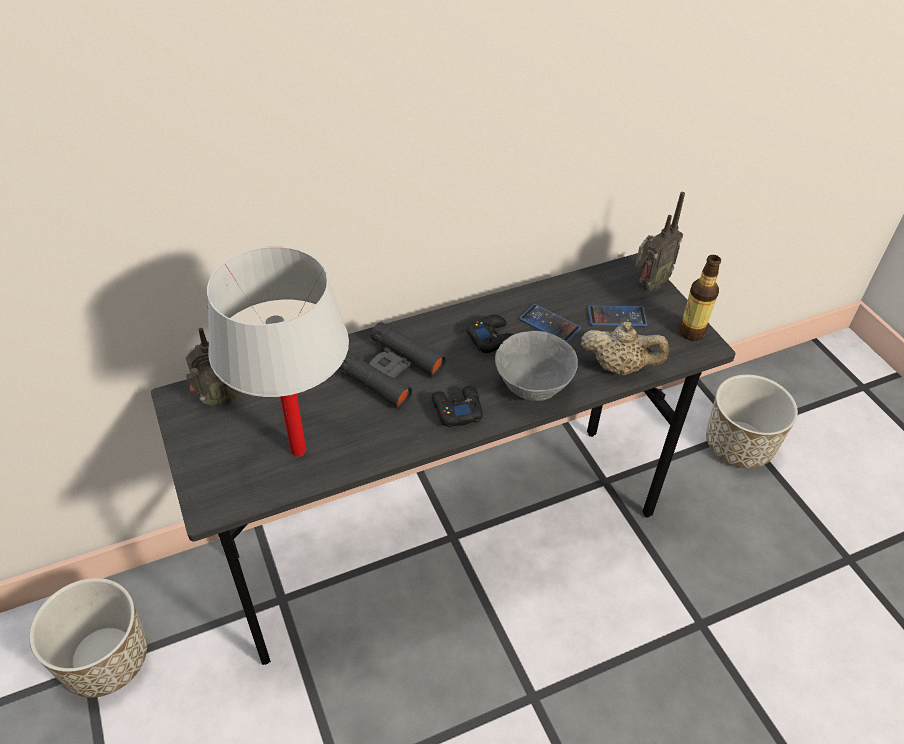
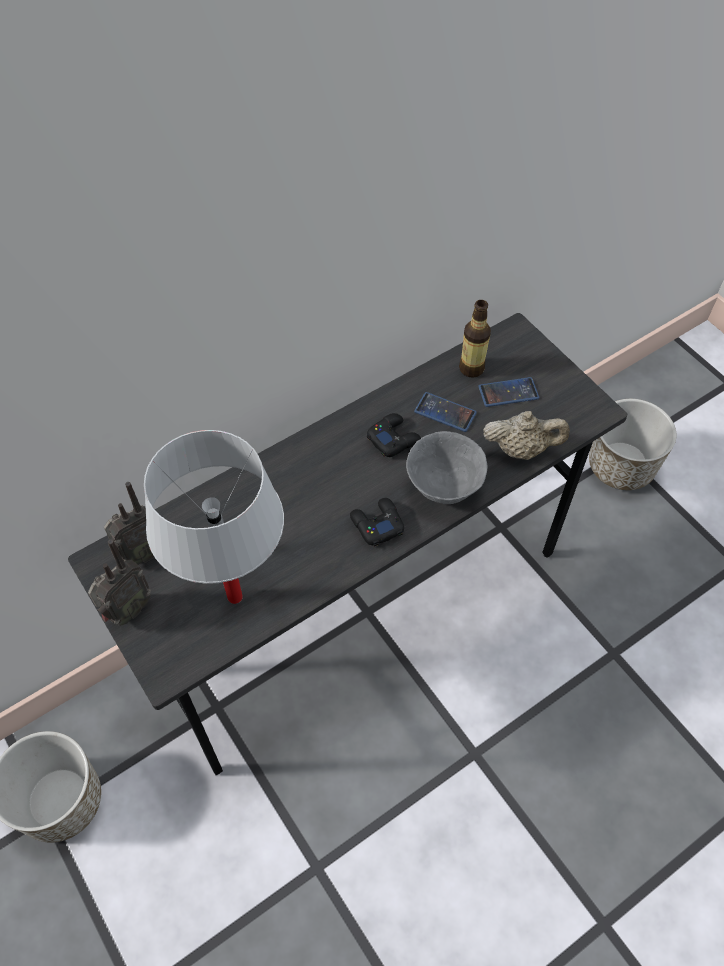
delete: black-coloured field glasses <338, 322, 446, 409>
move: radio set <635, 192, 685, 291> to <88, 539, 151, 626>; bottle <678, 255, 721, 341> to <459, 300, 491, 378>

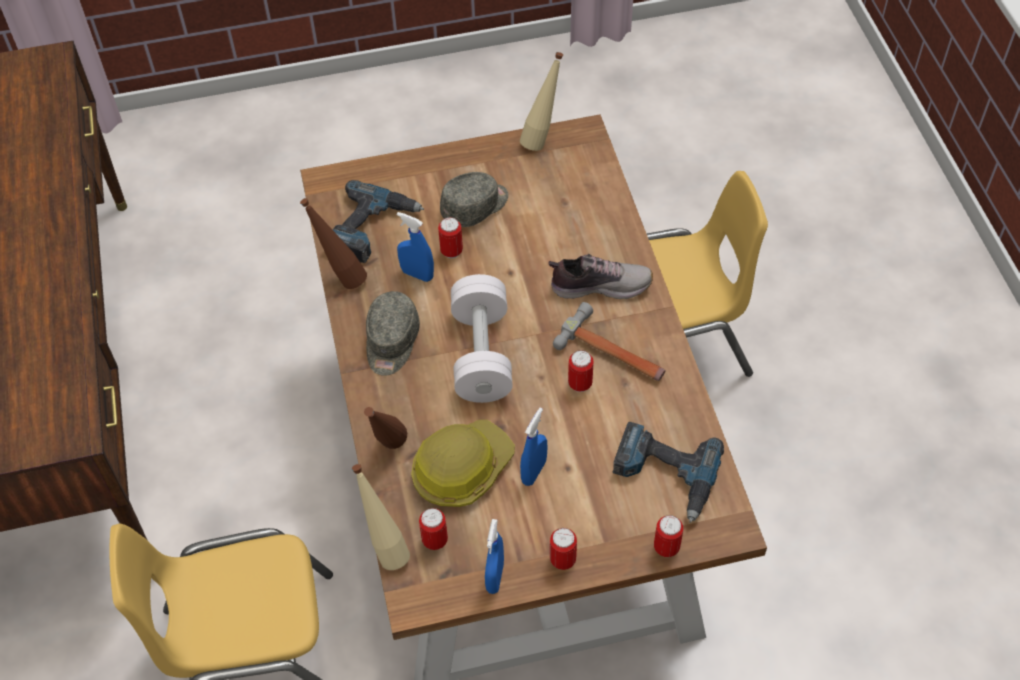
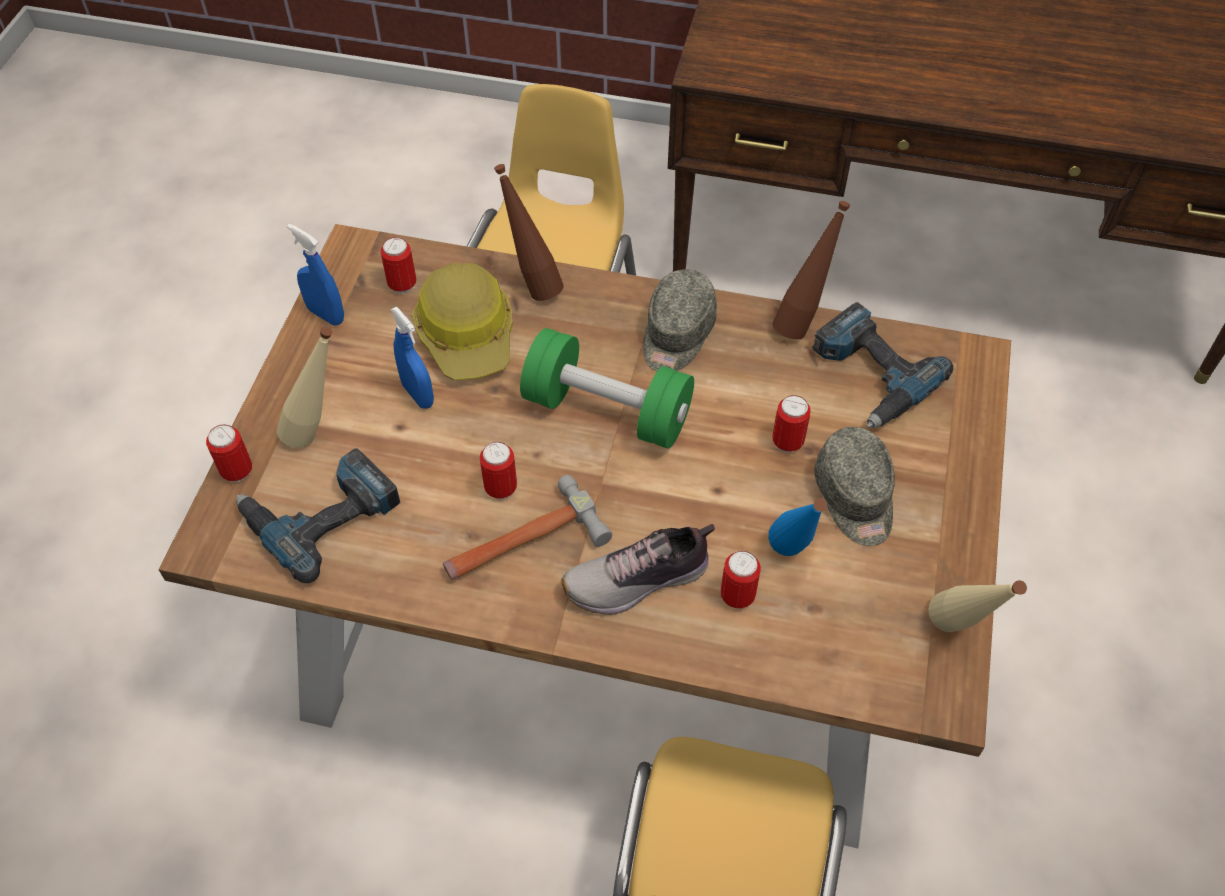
delete: bluish sprayer <397, 212, 434, 282>
insert: bluish bottle <768, 498, 827, 556>
move: beige-coloured bottle <352, 464, 410, 570> to <277, 326, 333, 448>; metal can <550, 528, 577, 570> to <721, 551, 761, 609>
recolor: whitish hand weight <451, 274, 513, 403> to green hand weight <520, 328, 694, 449>
rotate: shoe <548, 254, 653, 299> = <562, 524, 715, 615> 45 degrees clockwise; grey peaked cap <366, 291, 420, 376> = <643, 269, 717, 371> 105 degrees counterclockwise

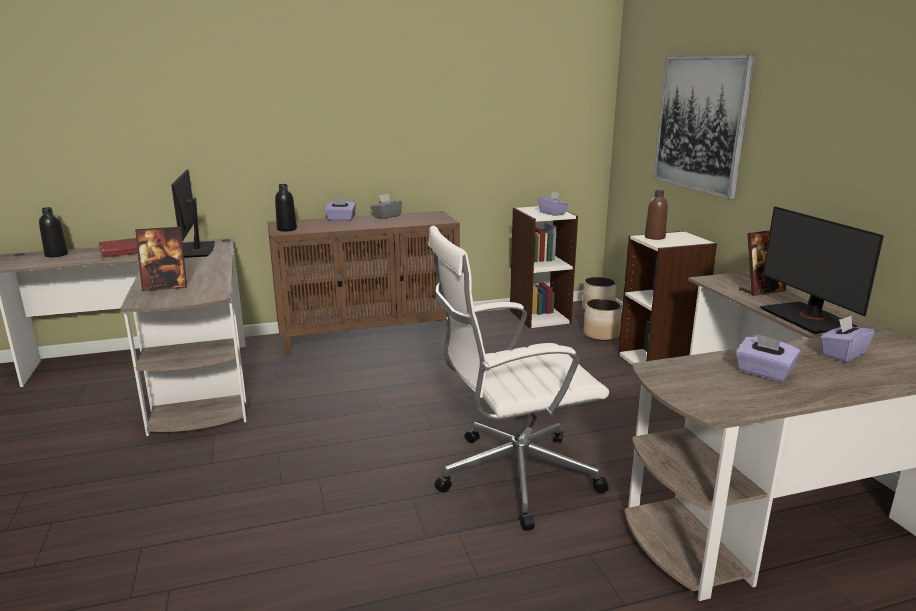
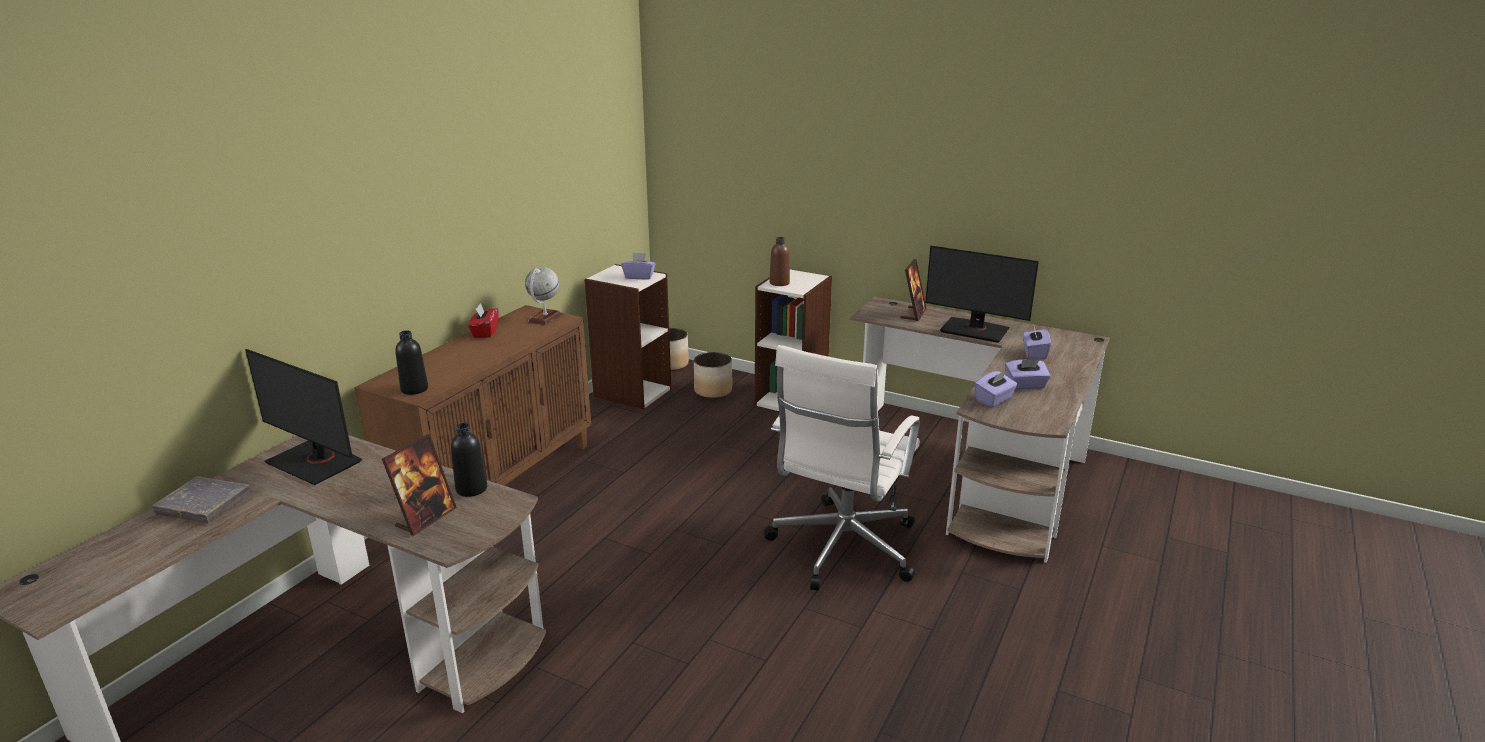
delete: wall picture <654, 55, 755, 199>
insert: world globe <525, 267, 562, 325>
move: black-coloured bottle <39, 207, 68, 257> to <451, 423, 487, 497>; purple-coloured tissue box <325, 198, 356, 221> to <974, 371, 1018, 407>
recolor: red volume <99, 238, 138, 258> to grey volume <152, 476, 251, 524>; grey tissue box <371, 194, 402, 219> to red tissue box <468, 303, 498, 338>

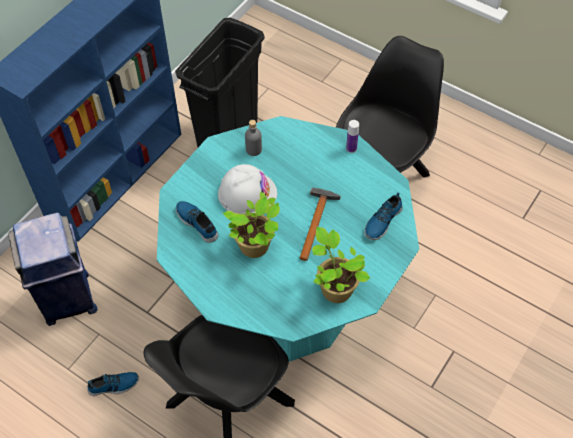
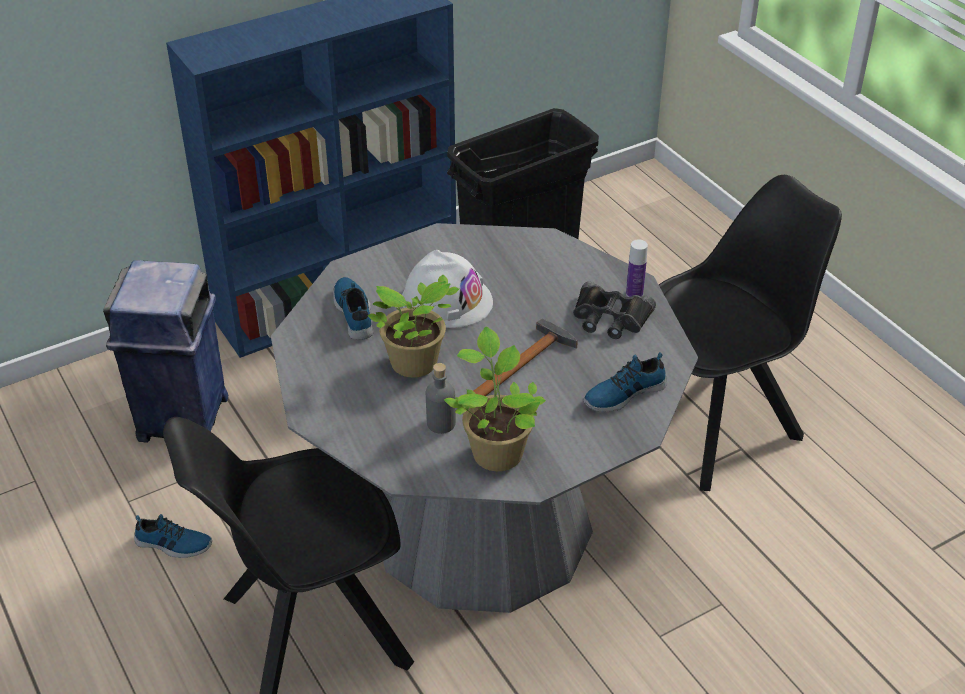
insert: black-coloured field glasses <573, 282, 656, 339>
move: grey bottle <245, 120, 262, 156> to <426, 363, 456, 434>
recolor: turquoise-coloured kitchen table <157, 116, 419, 361> to grey kitchen table <271, 223, 698, 613>

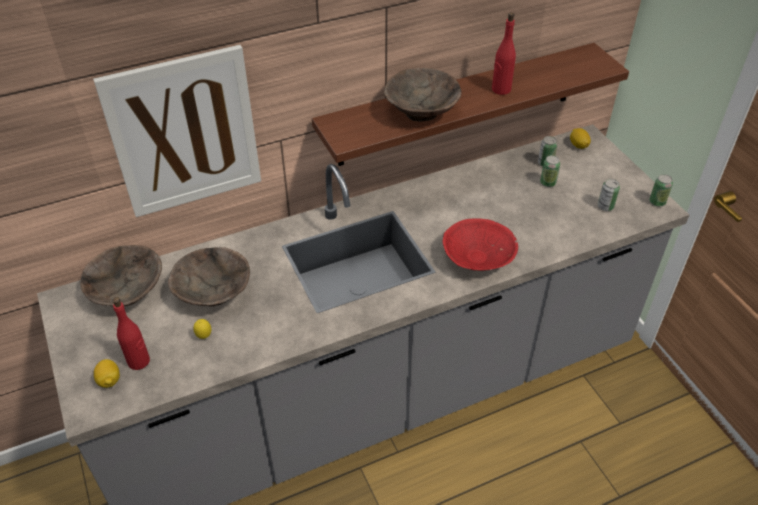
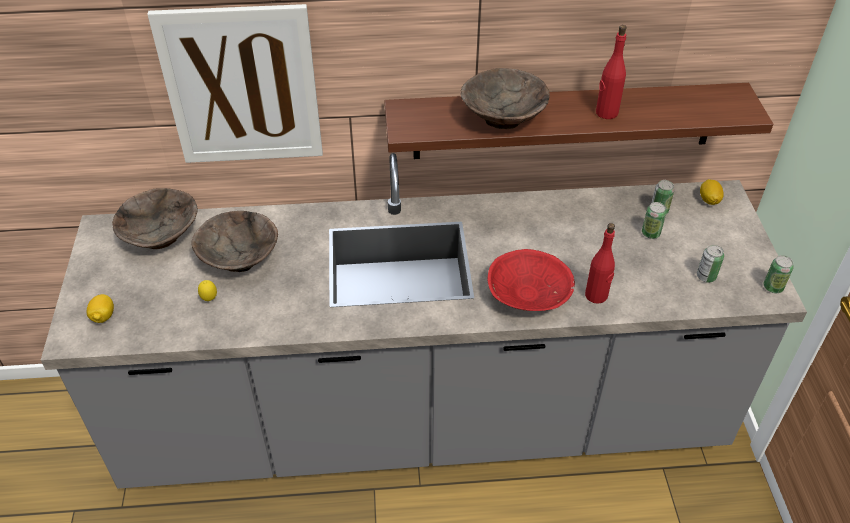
move: red bottle <112, 297, 150, 370> to <585, 223, 615, 304>

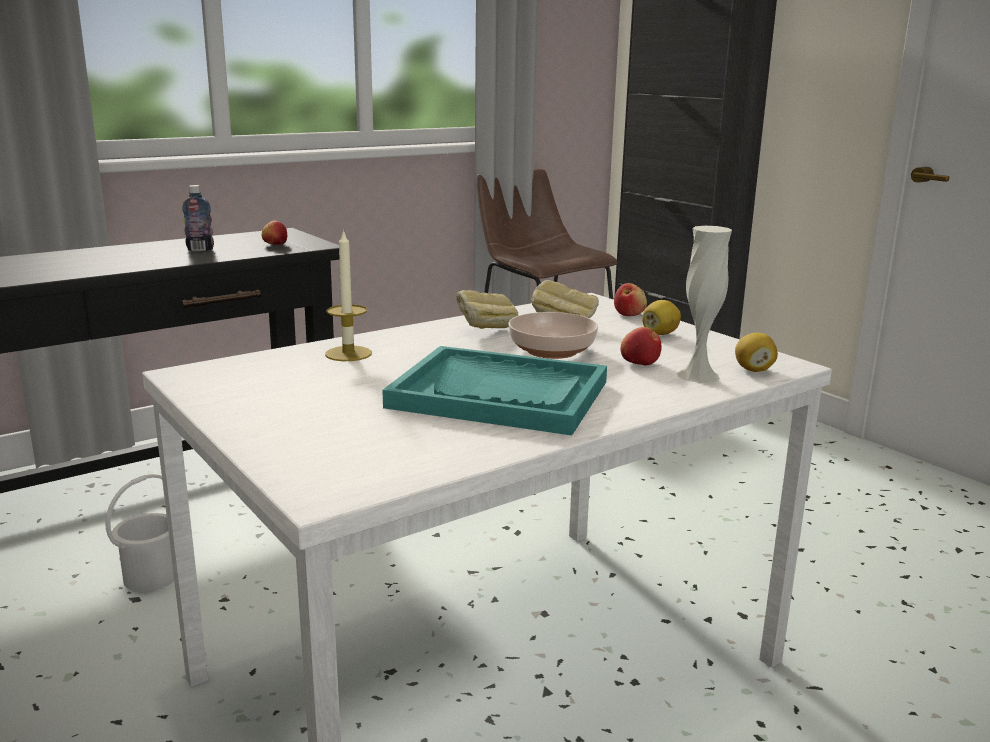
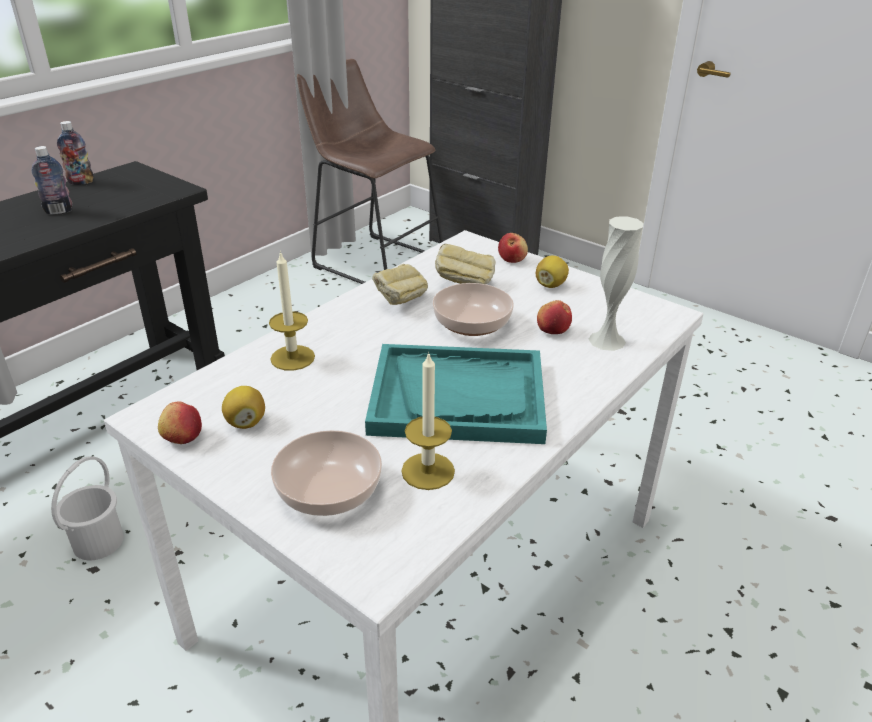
insert: bottle <57, 121, 94, 185>; bowl <271, 430, 382, 516>; wax candle <401, 351, 455, 490>
move: whole apple <262, 221, 287, 245> to <158, 402, 202, 444>; citrus fruit <735, 333, 778, 372> to <222, 386, 265, 429>

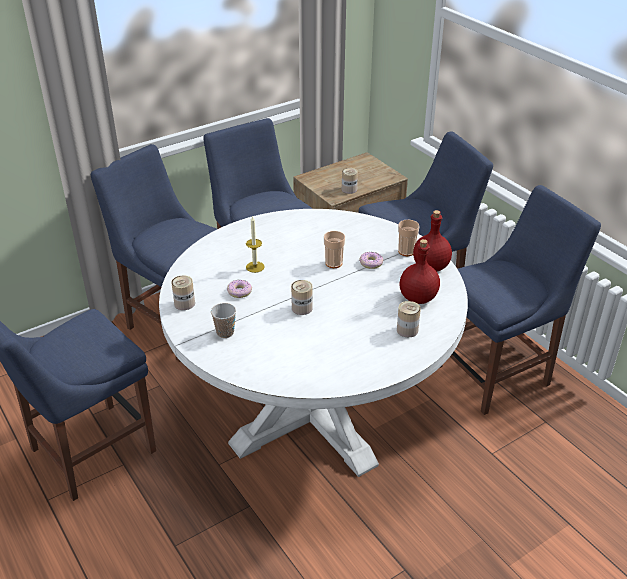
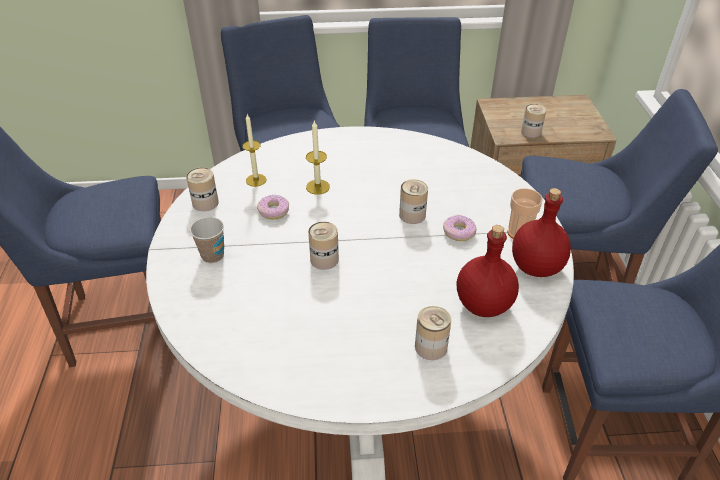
insert: wax candle <242, 114, 266, 187>
replace: drinking cup <324, 231, 345, 268> to metal can <399, 179, 428, 224>

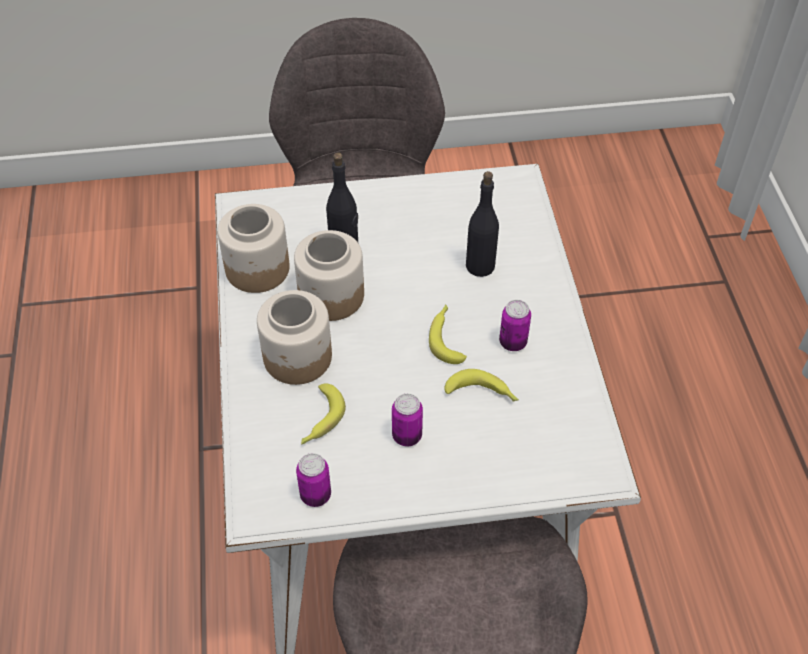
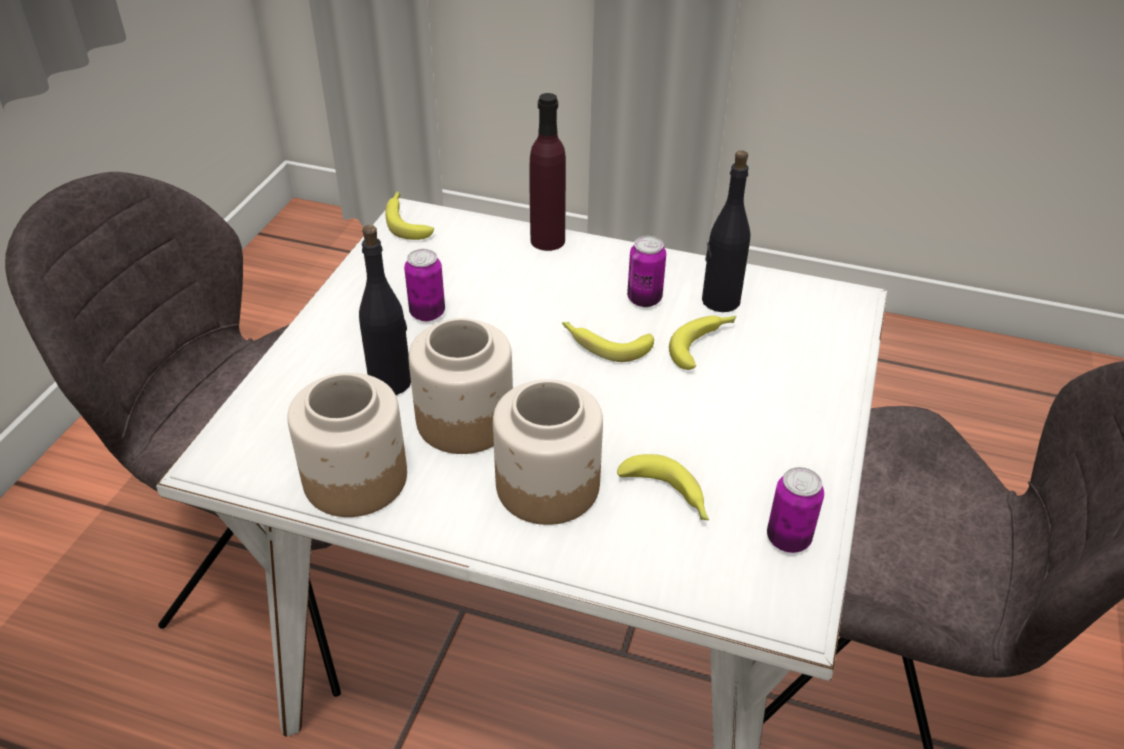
insert: banana <385, 191, 434, 240>; purple-coloured bottle <529, 93, 566, 251>
move: metal can <392, 394, 423, 446> to <404, 249, 445, 321>; black-coloured bottle <466, 171, 499, 277> to <702, 150, 751, 312>

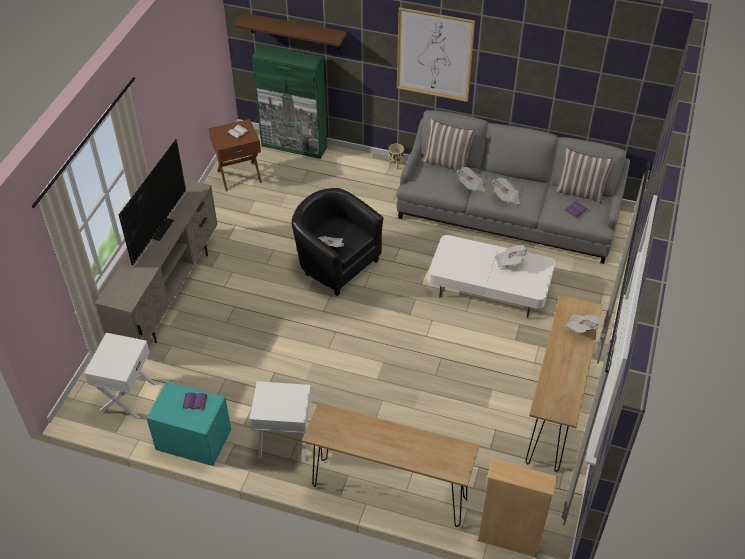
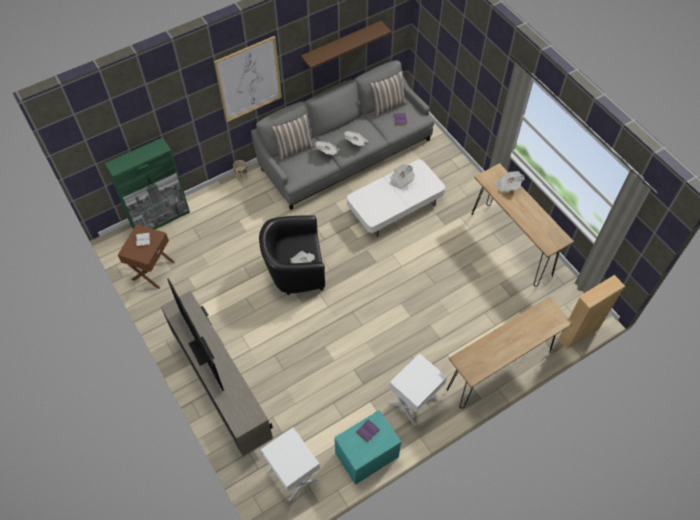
move: brownish wall shelf <234, 12, 347, 49> to <301, 21, 392, 69>

